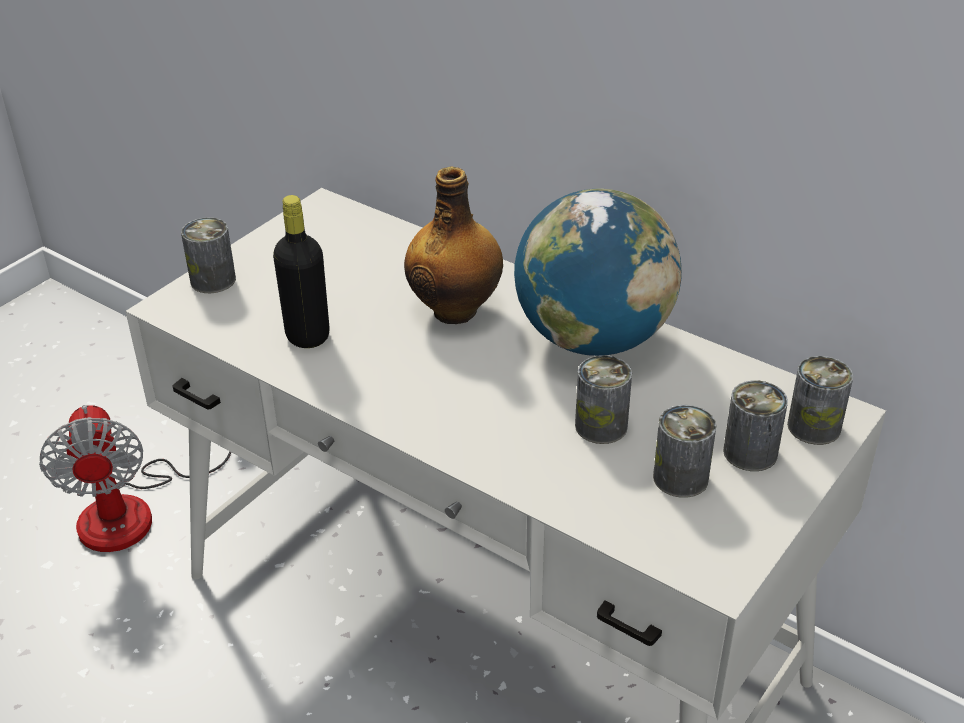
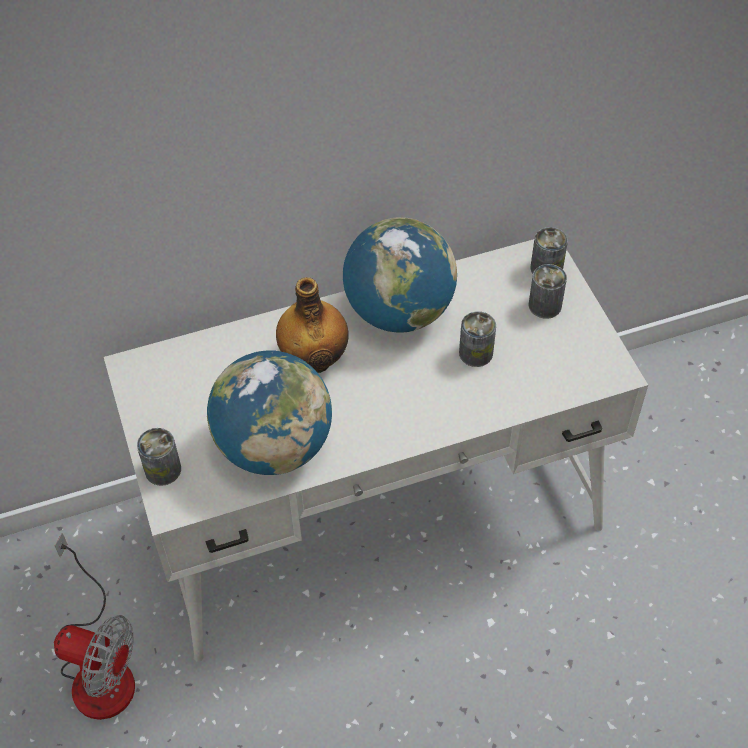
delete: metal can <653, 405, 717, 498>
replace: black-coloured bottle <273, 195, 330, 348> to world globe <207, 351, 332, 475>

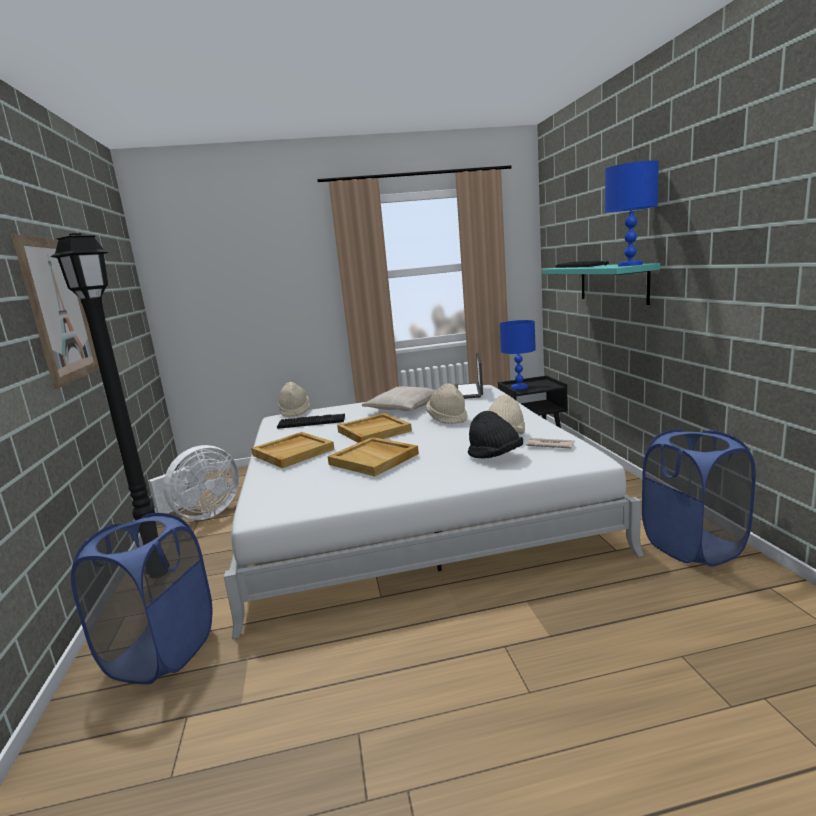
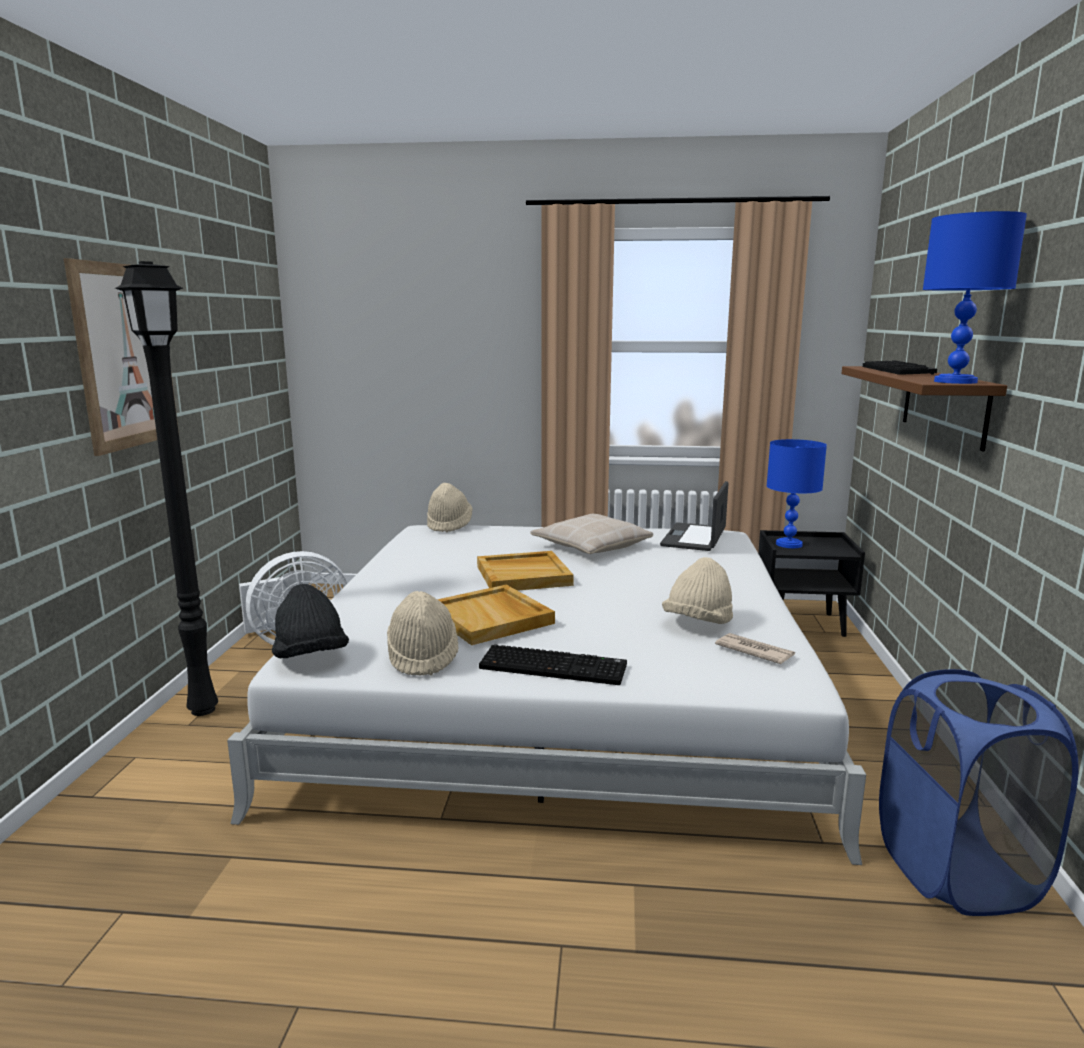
delete: bluish laundry basket <71, 513, 212, 684>; beige-coloured carrying tray <251, 432, 334, 468>
move: black-coloured hat <468, 411, 523, 459> to <272, 584, 349, 658>; beige-coloured hat <426, 384, 467, 424> to <387, 591, 459, 676>; keyboard <277, 414, 345, 429> to <479, 644, 627, 685>
recolor: turquoise-coloured wall shelf <542, 263, 660, 305> to brownish wall shelf <841, 366, 1007, 451>

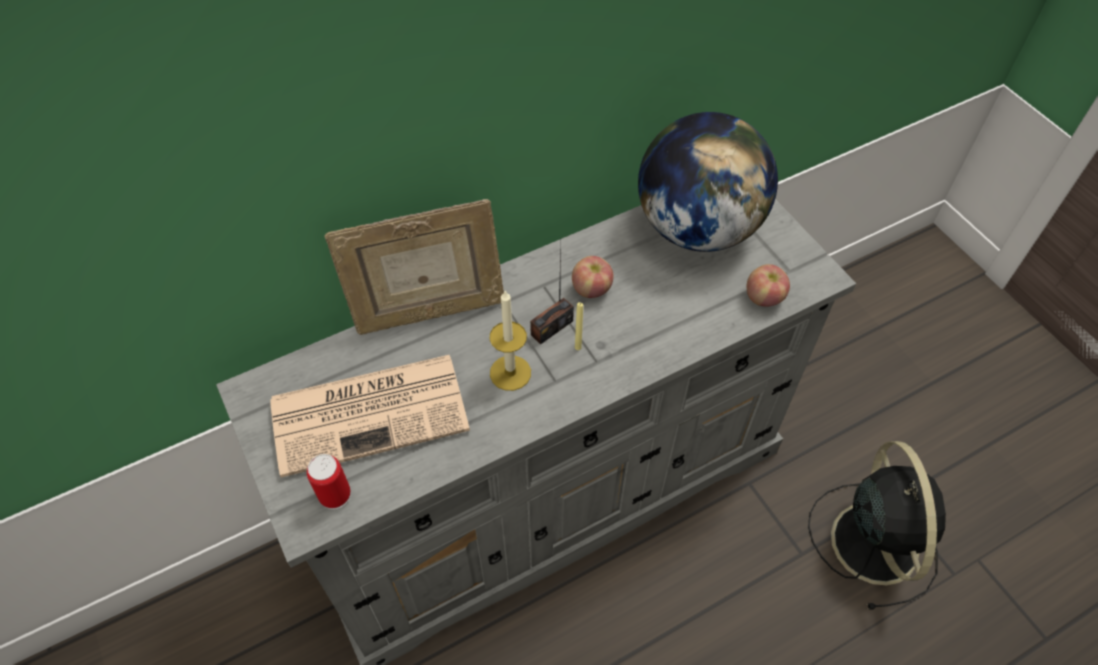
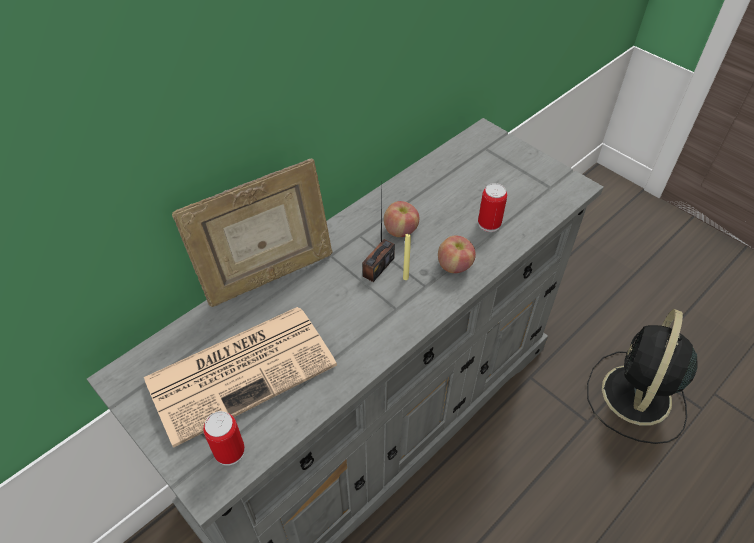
delete: wax candle <490, 291, 531, 391>; world globe <638, 112, 778, 252>
insert: metal can <478, 183, 507, 232>
move: whole apple <747, 264, 790, 306> to <438, 235, 476, 273>
rotate: black-coloured fan <808, 441, 946, 610> = <587, 309, 698, 444> 135 degrees counterclockwise

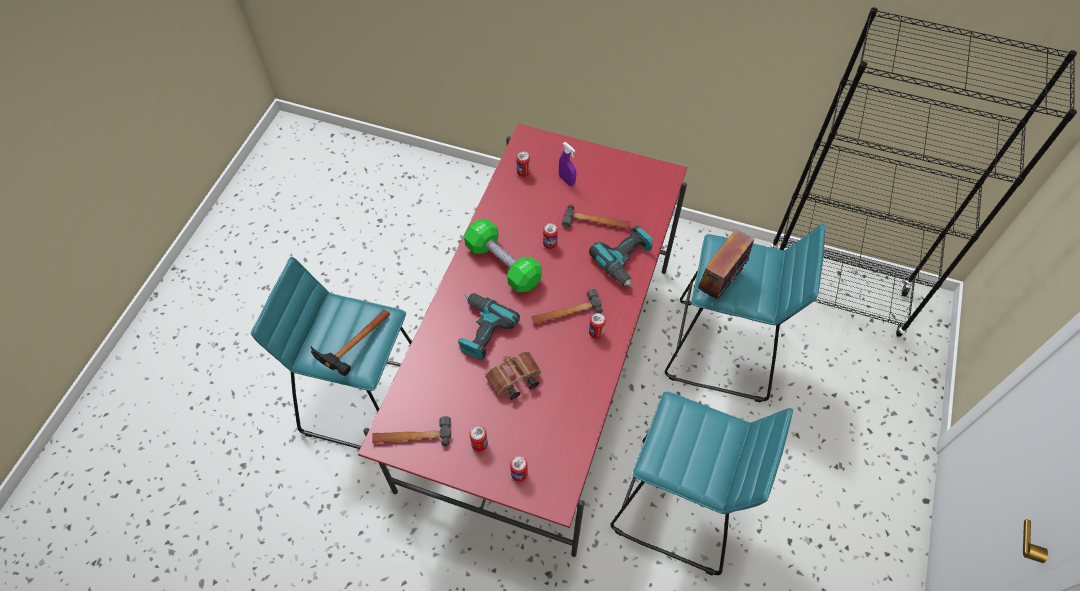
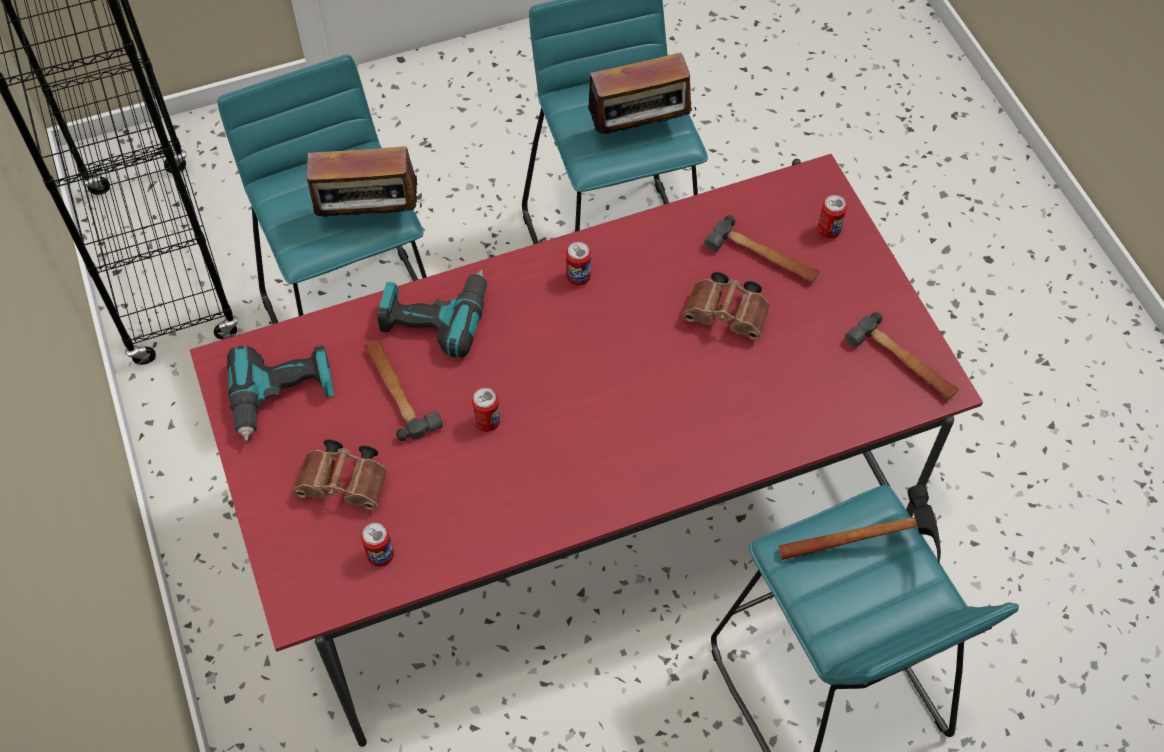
delete: green hand weight <464, 219, 542, 292>; metal can <469, 426, 488, 452>
insert: radio set <579, 52, 697, 143>
move: drill <458, 293, 520, 360> to <227, 345, 334, 441>; hammer <531, 289, 603, 324> to <704, 215, 819, 283>
replace: purple-coloured sprayer <559, 142, 576, 186> to brownish field glasses <293, 439, 387, 510>

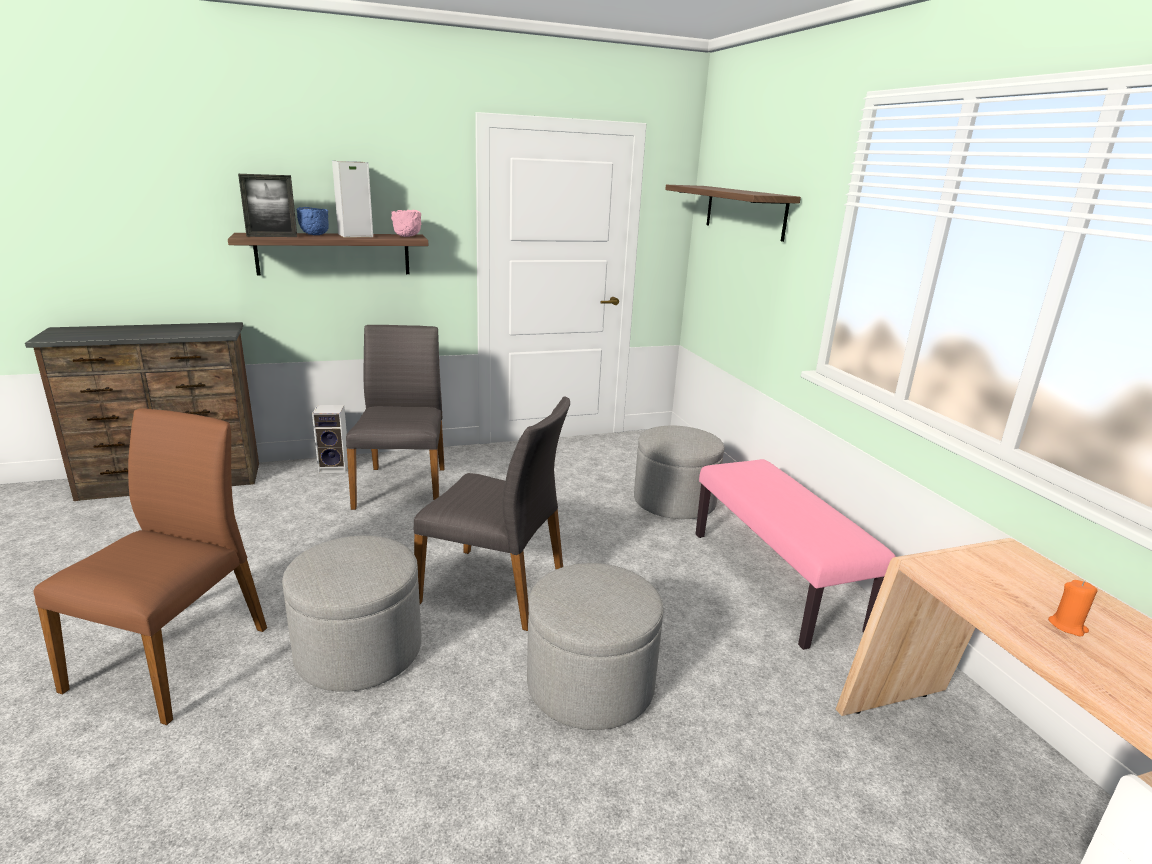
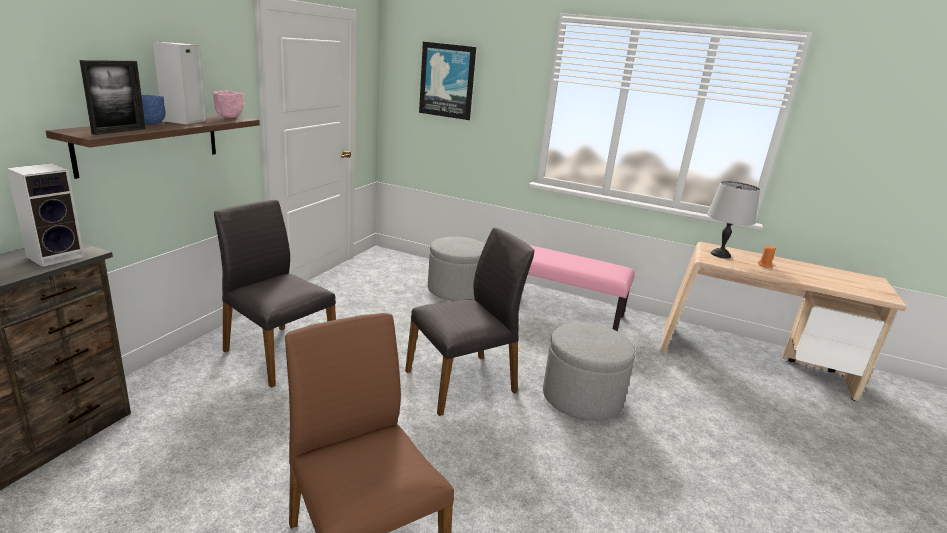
delete: grey pouffe <282, 536, 421, 692>
insert: grey lamp for a table <707, 181, 760, 259>
move: speaker <312, 405, 348, 473> to <6, 163, 84, 267>
replace: wall shelf <665, 185, 801, 242> to wall picture <419, 42, 476, 120>

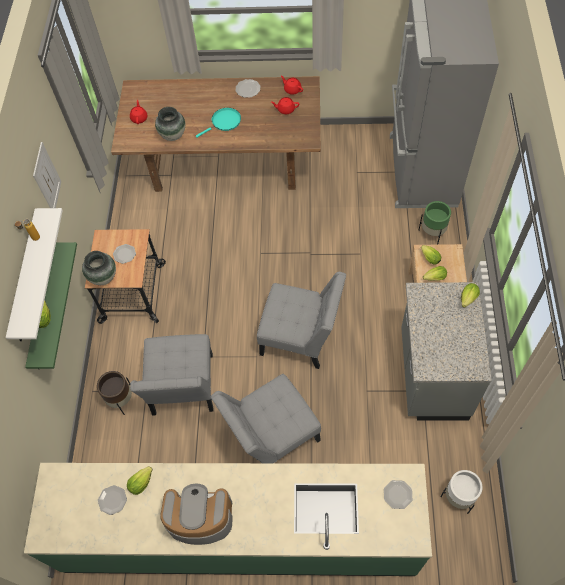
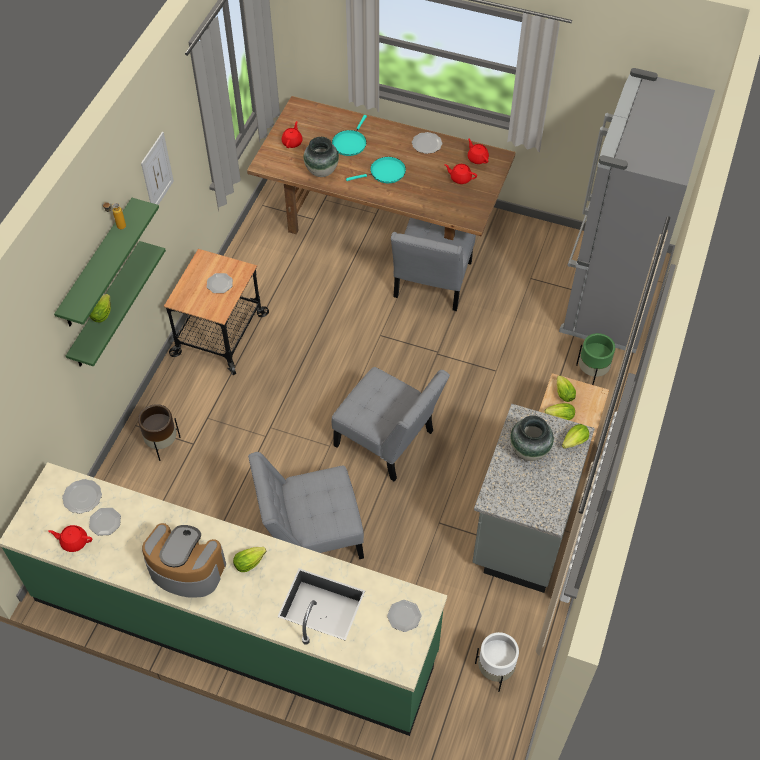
insert: red teapot <48, 525, 92, 552>; flat dish <62, 479, 102, 514>; turquoise-coloured pan <332, 115, 367, 156>
move: lettuce head <127, 466, 153, 495> to <233, 547, 266, 572>; grey chair <130, 334, 214, 416> to <391, 218, 476, 311>; flower vase <82, 251, 116, 285> to <510, 416, 554, 461>
recolor: whitish wall shelf <6, 208, 63, 341> to green wall shelf <54, 198, 159, 326>

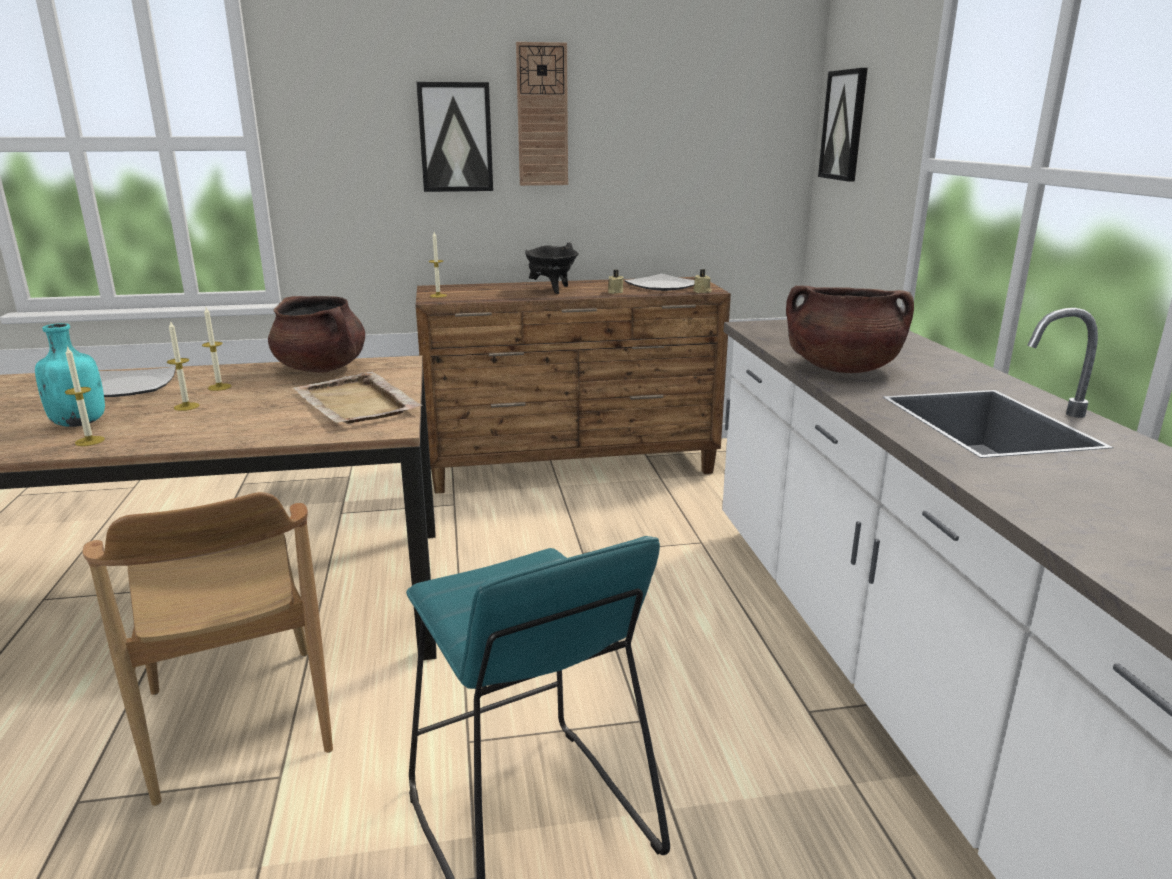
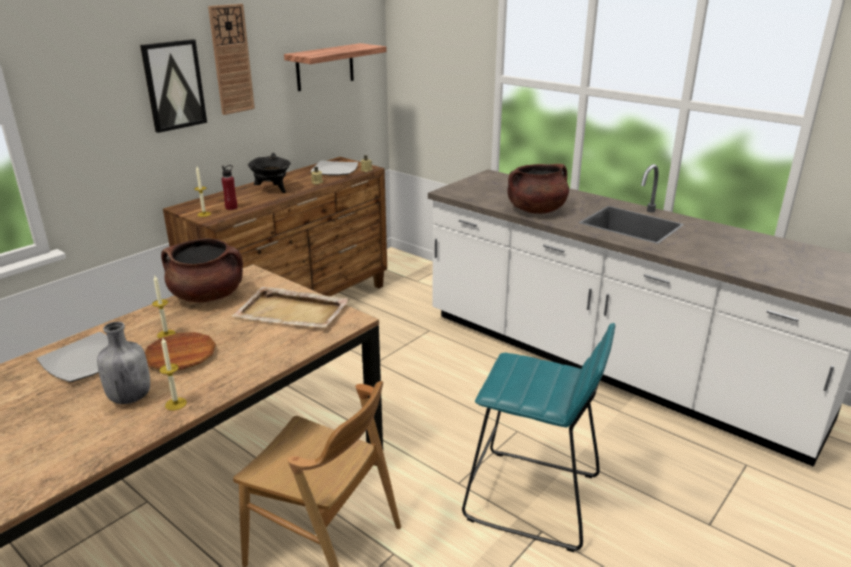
delete: wall picture <818, 68, 868, 182>
insert: red bottle <222, 165, 238, 210>; wall shelf <284, 43, 387, 91>
replace: wax candle <167, 320, 199, 411> to brownish flat dish <145, 332, 216, 370>
recolor: turquoise-coloured bottle <35, 323, 105, 427> to grey bottle <97, 322, 150, 404>

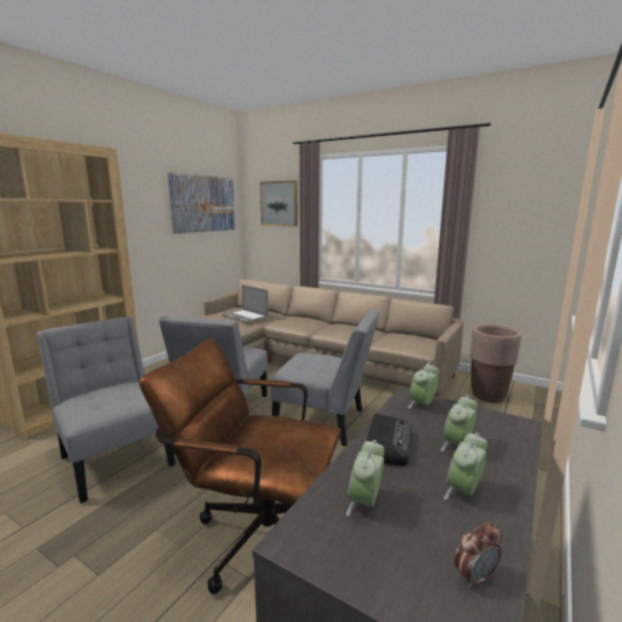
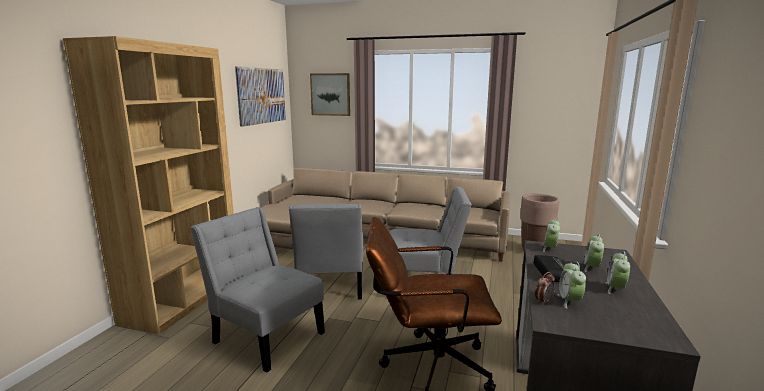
delete: laptop <222, 285, 268, 323>
move: alarm clock <454, 522, 502, 589> to <535, 272, 555, 305>

